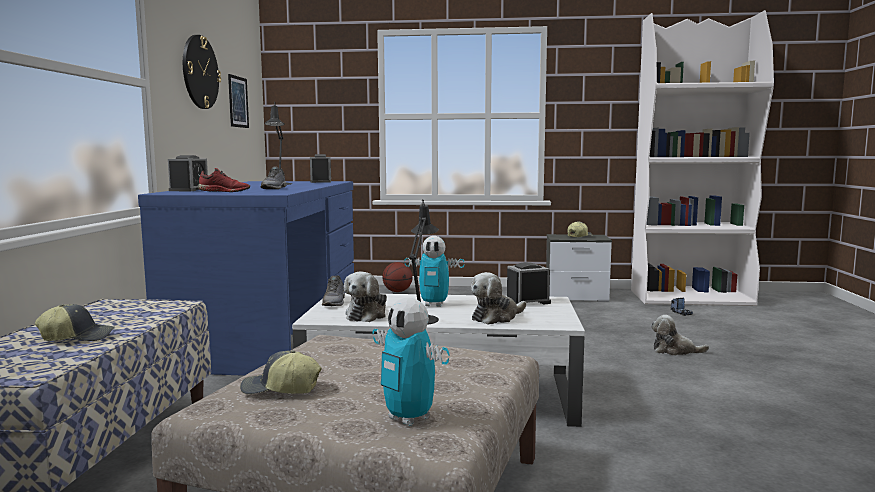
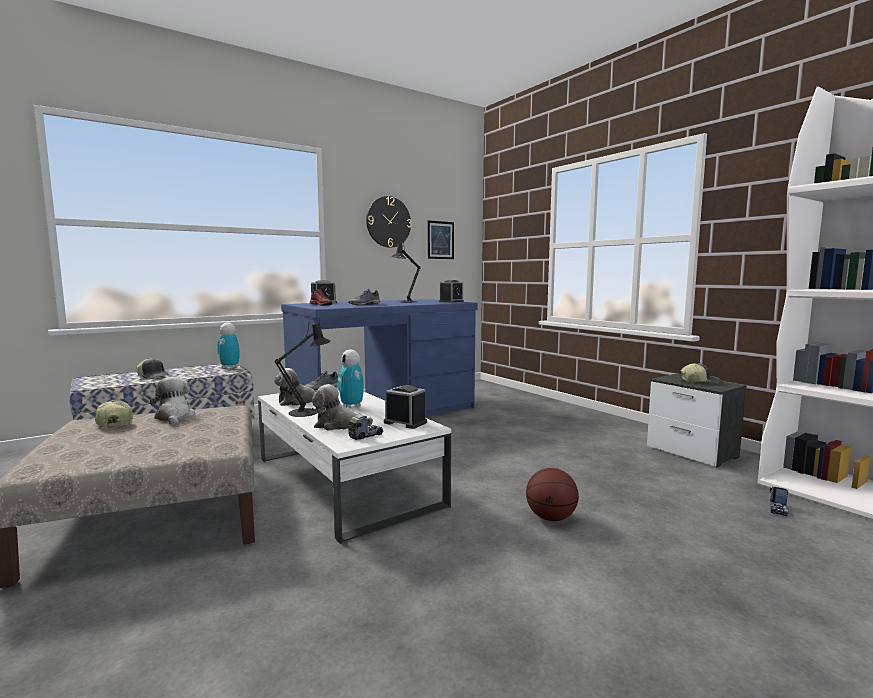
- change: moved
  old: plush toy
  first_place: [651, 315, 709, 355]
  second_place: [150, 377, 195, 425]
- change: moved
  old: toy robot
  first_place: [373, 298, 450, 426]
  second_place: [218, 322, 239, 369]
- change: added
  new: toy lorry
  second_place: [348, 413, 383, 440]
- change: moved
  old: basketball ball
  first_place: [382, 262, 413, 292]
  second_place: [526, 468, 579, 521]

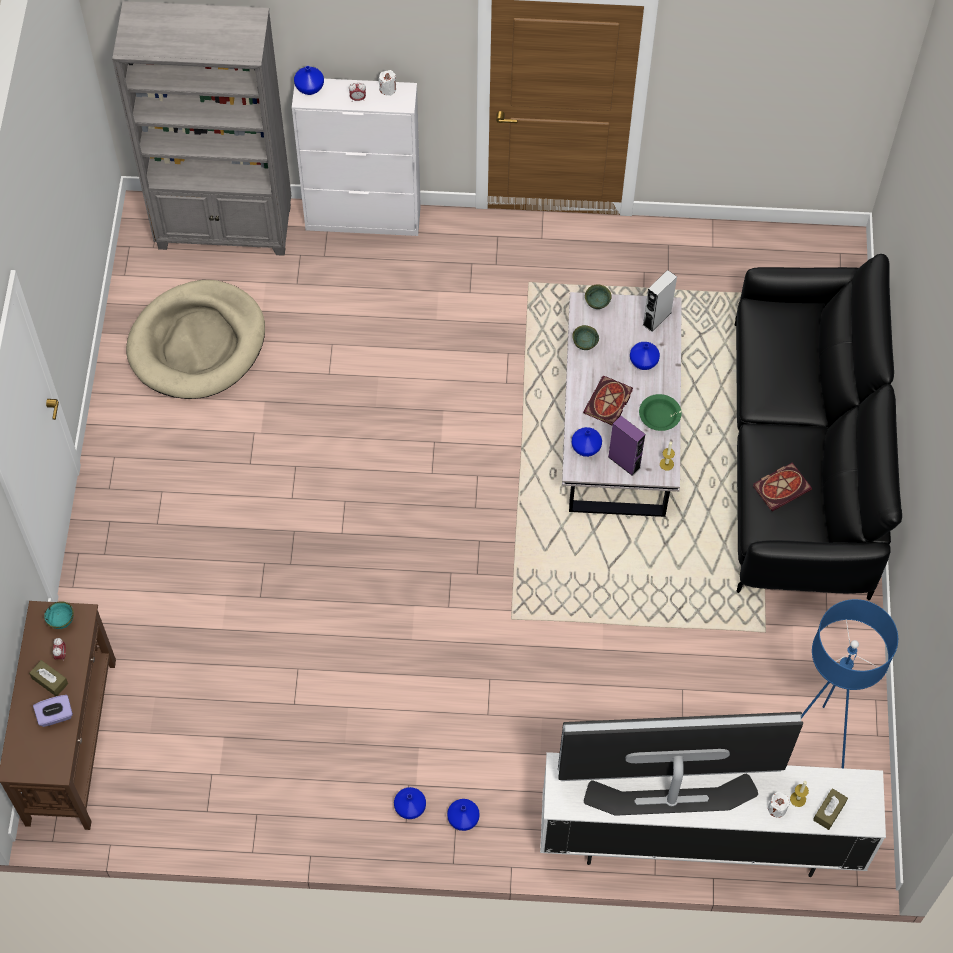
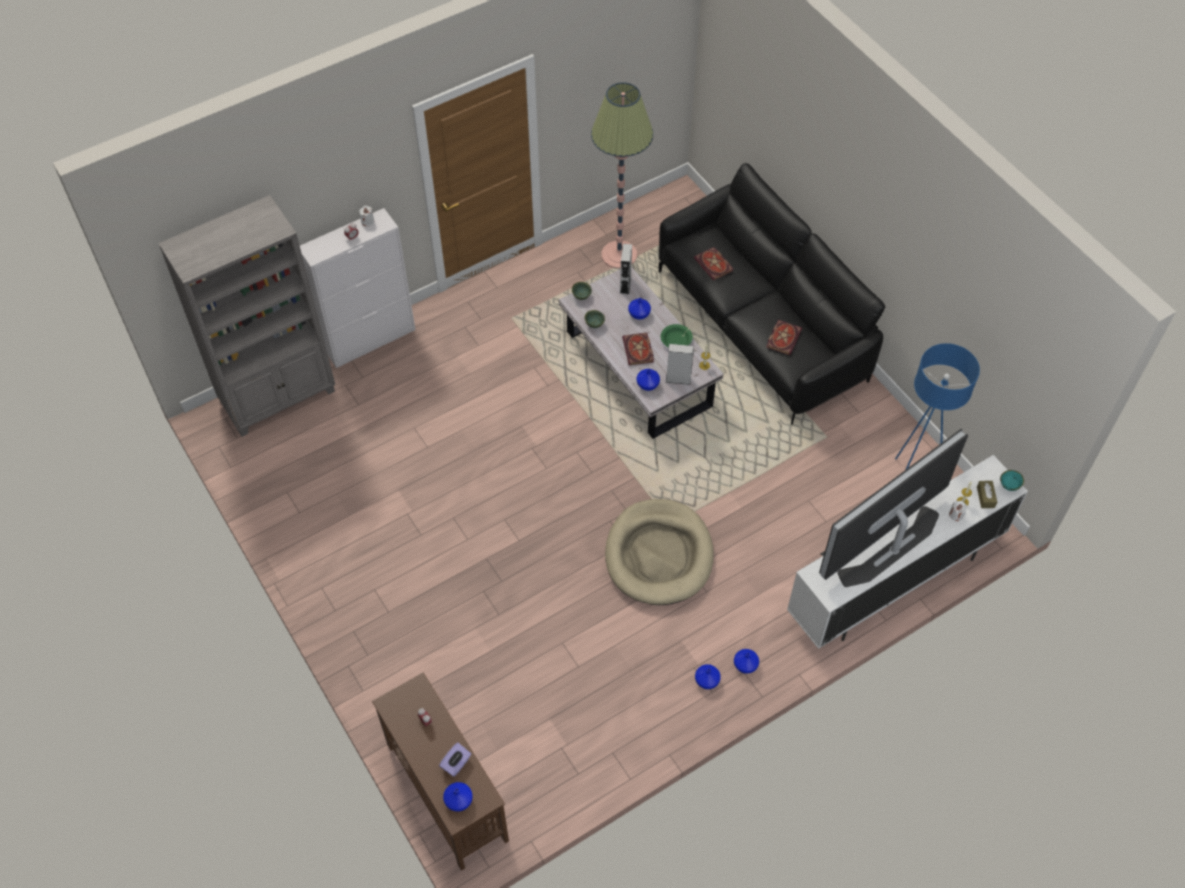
- change: moved
  old: bluish decorative vase
  first_place: [294, 66, 324, 95]
  second_place: [443, 782, 473, 812]
- change: added
  new: standing lamp
  second_place: [591, 82, 653, 268]
- change: moved
  old: beige-coloured dog cushion
  first_place: [126, 280, 265, 399]
  second_place: [605, 499, 714, 605]
- change: recoloured
  old: purplish loudspeaker
  new: grey loudspeaker
  first_place: [608, 416, 645, 476]
  second_place: [666, 344, 694, 385]
- change: added
  new: bound book
  second_place: [694, 247, 733, 280]
- change: moved
  old: turquoise serving bowl
  first_place: [44, 602, 74, 629]
  second_place: [1000, 470, 1024, 491]
- change: removed
  old: brown tissue box
  first_place: [29, 660, 68, 696]

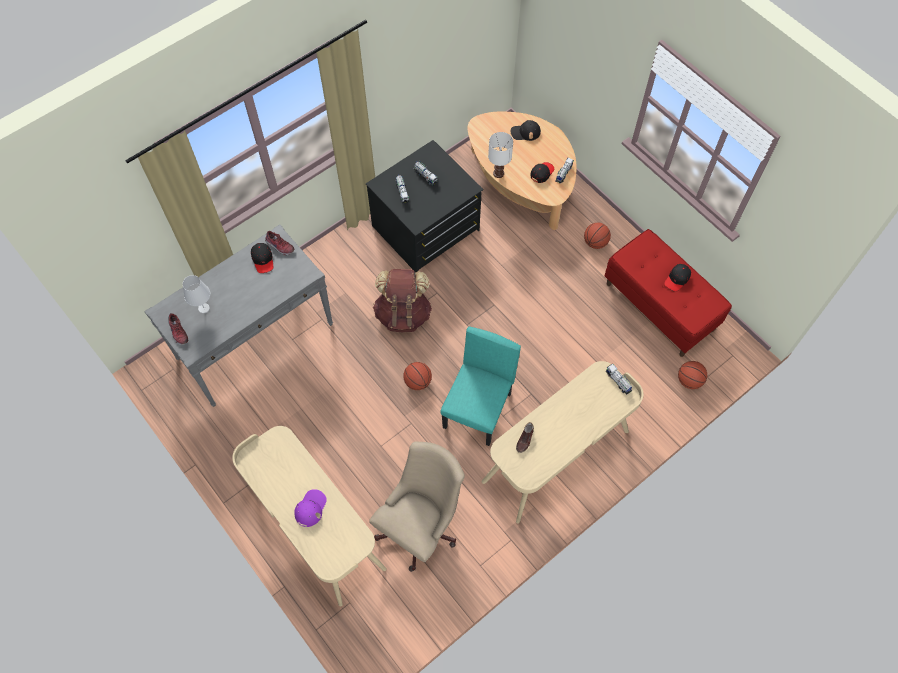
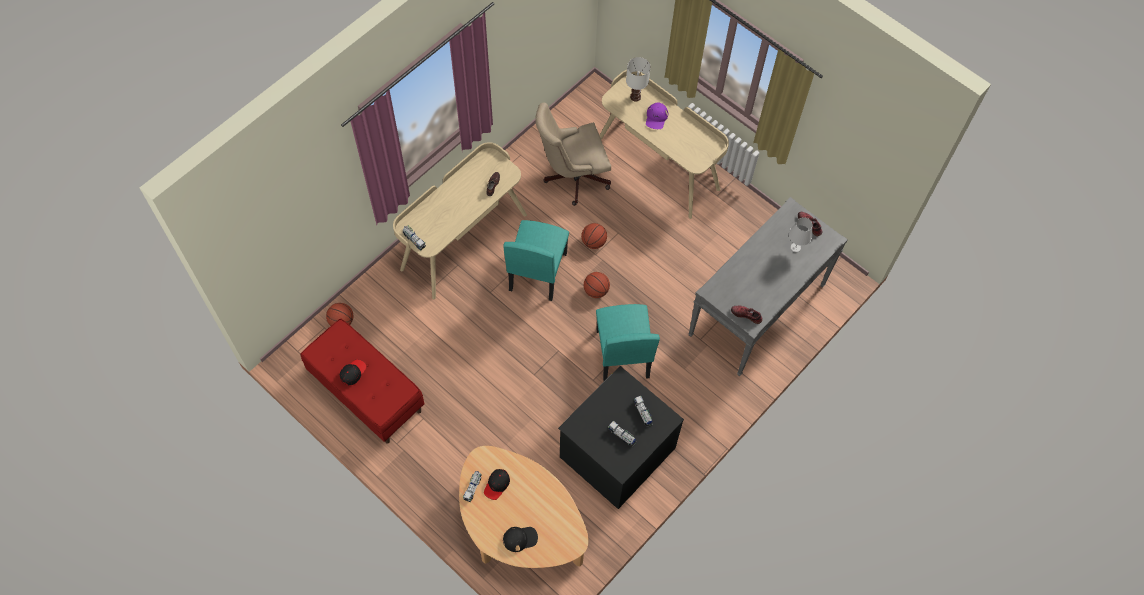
- change: turned
  old: beige-coloured desk chair
  first_place: [369, 441, 465, 572]
  second_place: [536, 103, 611, 206]
  degrees: 45
- change: moved
  old: basketball ball
  first_place: [584, 222, 611, 249]
  second_place: [581, 223, 607, 249]
- change: replaced
  old: brown knapsack
  new: turquoise upright chair
  first_place: [373, 269, 432, 332]
  second_place: [596, 304, 660, 381]
- change: moved
  old: white table lamp
  first_place: [488, 132, 513, 178]
  second_place: [626, 57, 651, 101]
- change: removed
  old: black-coloured peaked cap
  first_place: [251, 243, 273, 273]

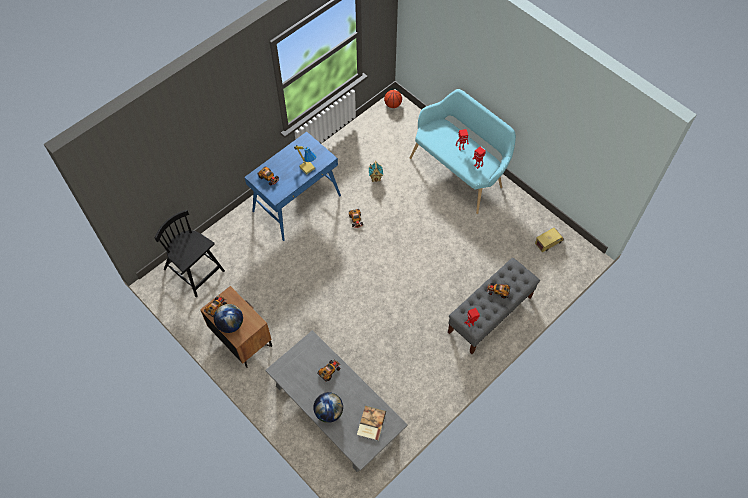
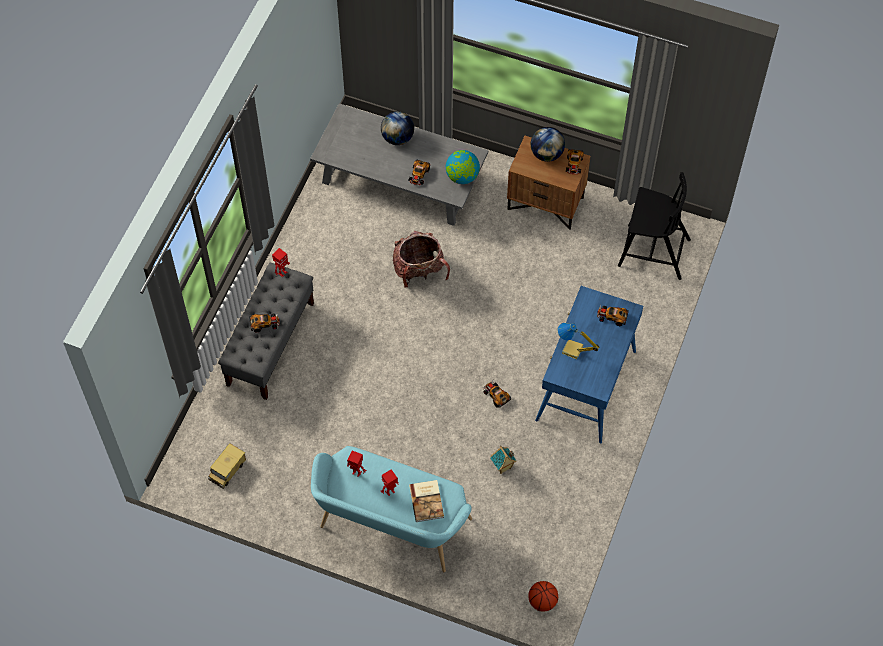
- change: added
  new: knapsack
  second_place: [393, 231, 450, 288]
- change: moved
  old: bound book
  first_place: [357, 406, 386, 441]
  second_place: [409, 480, 444, 522]
- change: added
  new: desk globe
  second_place: [446, 150, 480, 184]

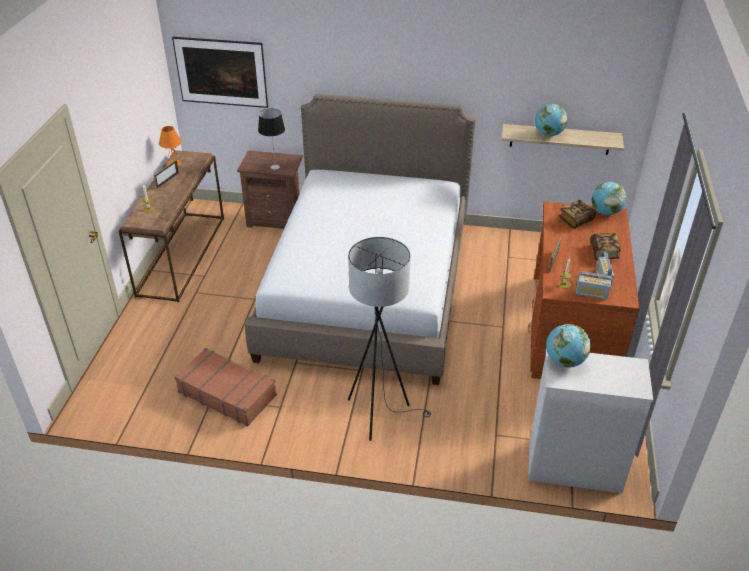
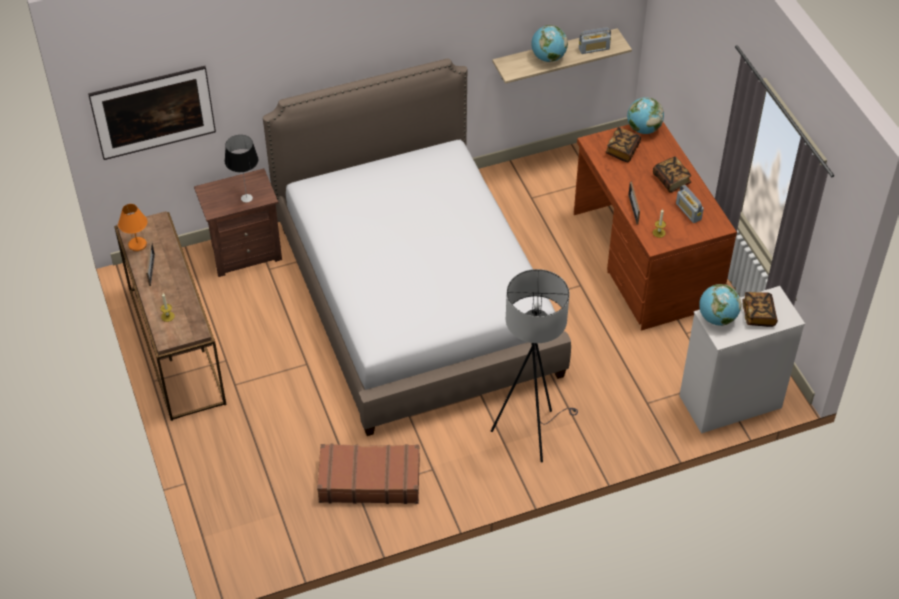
- change: moved
  old: radio
  first_place: [576, 271, 612, 300]
  second_place: [579, 27, 611, 54]
- change: added
  new: bound book
  second_place: [742, 292, 778, 327]

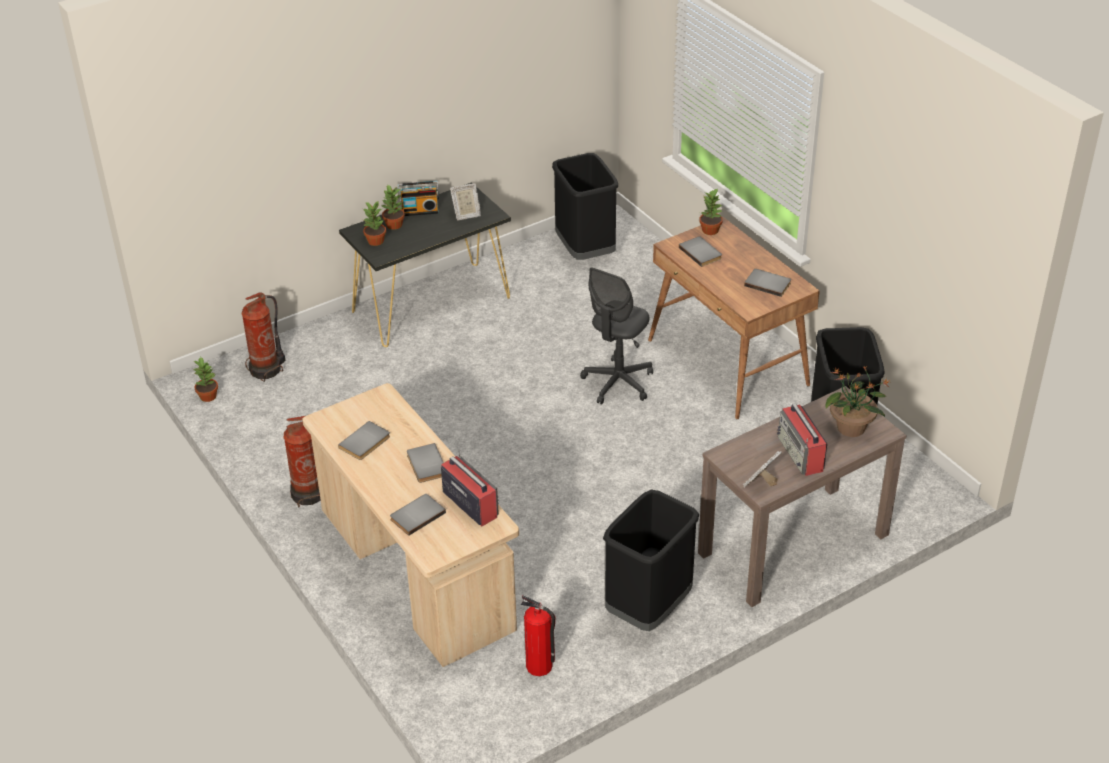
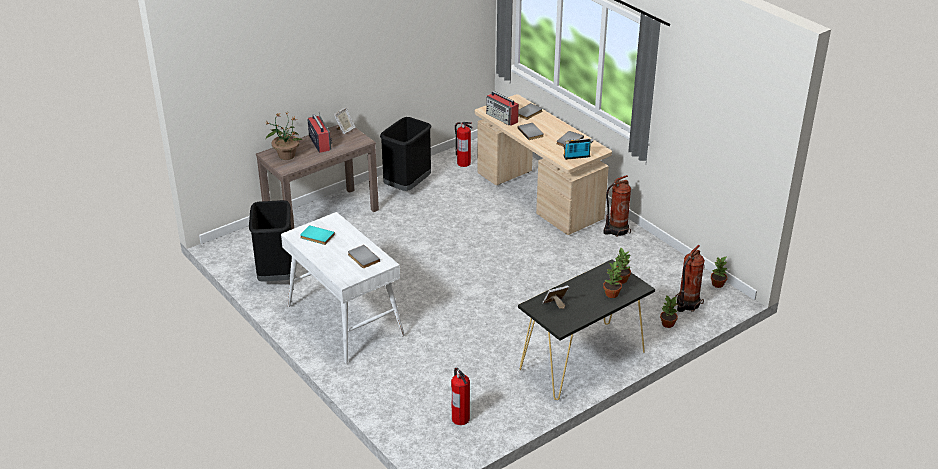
- change: recoloured
  old: brown desk unit
  new: white desk unit
  first_place: [648, 217, 820, 419]
  second_place: [281, 212, 405, 363]
- change: recoloured
  old: grey bound book
  new: turquoise bound book
  first_place: [744, 269, 791, 297]
  second_place: [300, 225, 335, 245]
- change: replaced
  old: black-coloured waste bin
  new: fire-fighting cylinder
  first_place: [552, 153, 618, 260]
  second_place: [451, 368, 470, 425]
- change: moved
  old: radio
  first_place: [398, 181, 439, 216]
  second_place: [563, 138, 593, 160]
- change: moved
  old: houseplant
  first_place: [699, 188, 723, 235]
  second_place: [660, 296, 678, 328]
- change: removed
  old: grey desk chair
  first_place: [580, 268, 653, 404]

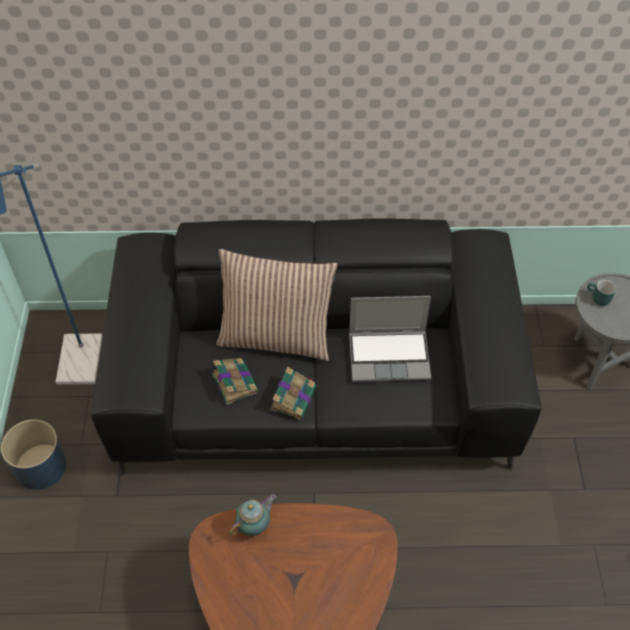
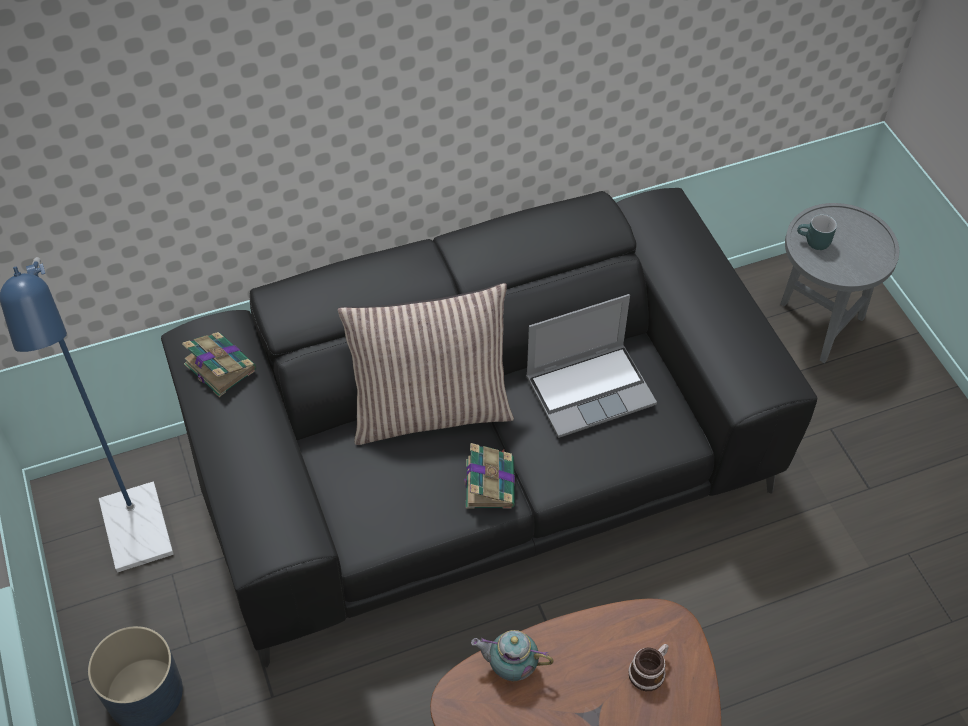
- change: moved
  old: bound book
  first_place: [212, 358, 258, 405]
  second_place: [182, 332, 256, 397]
- change: turned
  old: teapot
  first_place: [229, 494, 276, 536]
  second_place: [471, 630, 554, 681]
  degrees: -105
- change: added
  new: coffee mug
  second_place: [628, 644, 668, 691]

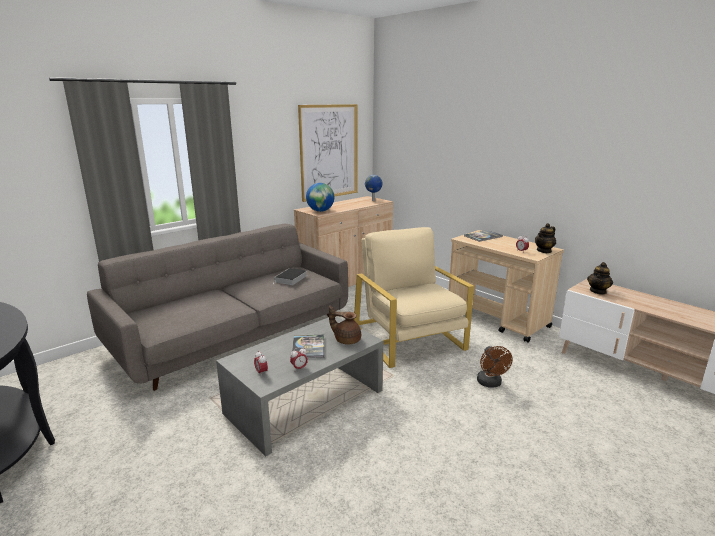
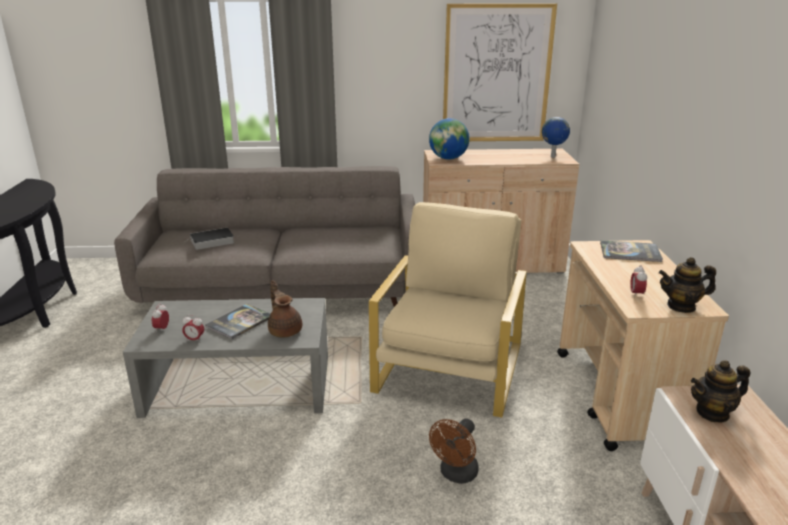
- change: moved
  old: bound book
  first_place: [274, 268, 307, 285]
  second_place: [186, 227, 235, 250]

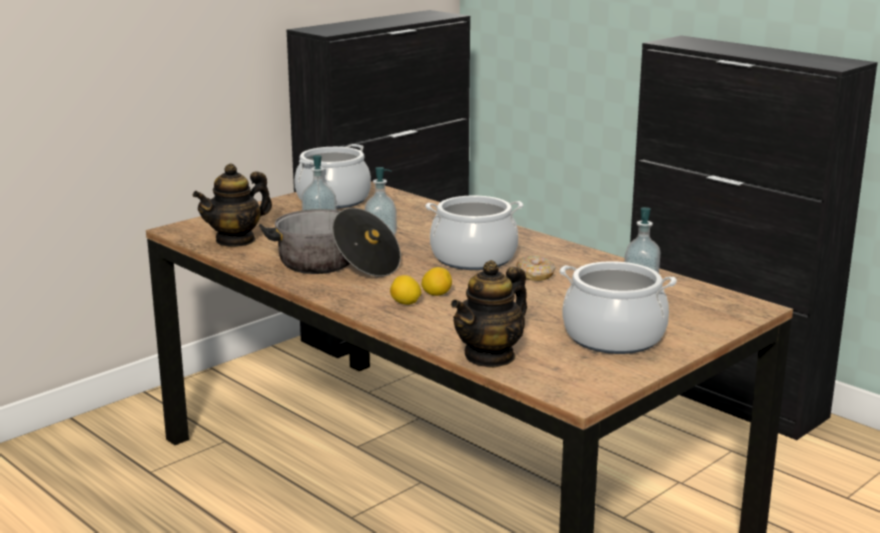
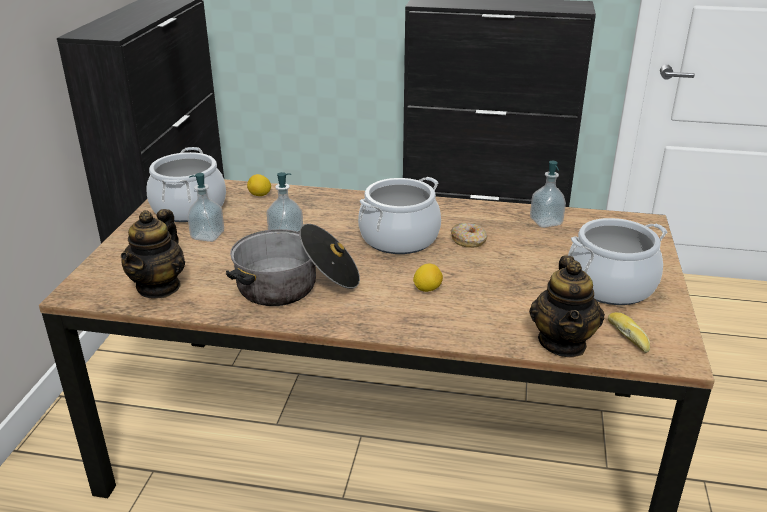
- change: moved
  old: citrus fruit
  first_place: [390, 275, 422, 305]
  second_place: [247, 174, 271, 196]
- change: added
  new: bread
  second_place: [608, 312, 650, 353]

